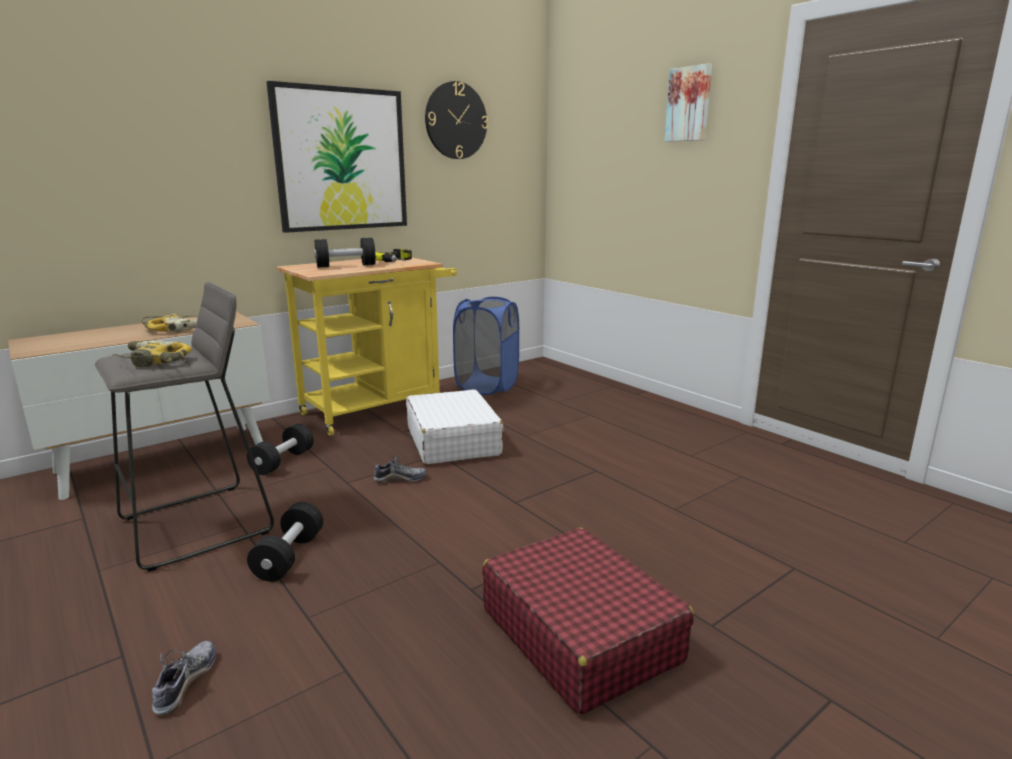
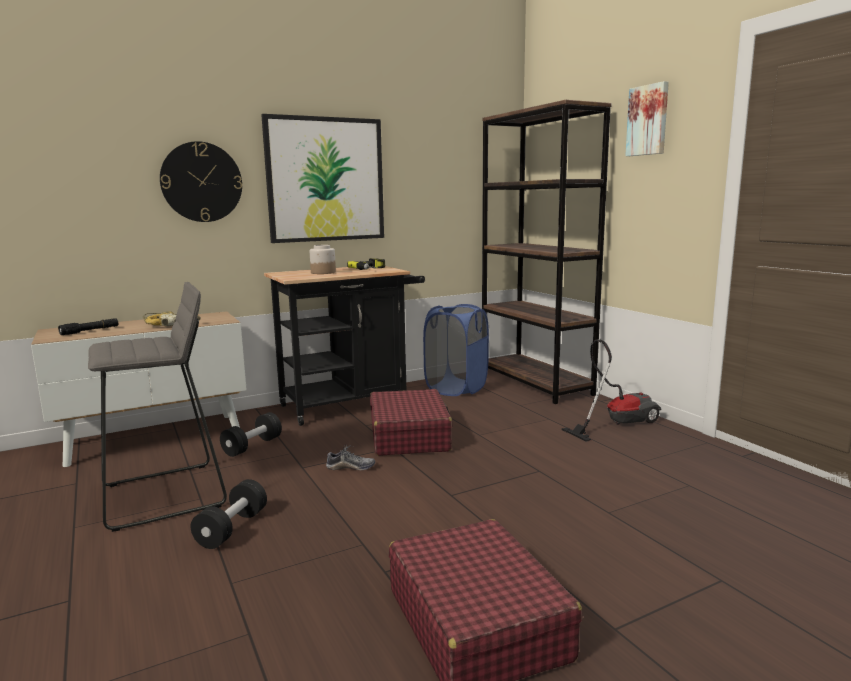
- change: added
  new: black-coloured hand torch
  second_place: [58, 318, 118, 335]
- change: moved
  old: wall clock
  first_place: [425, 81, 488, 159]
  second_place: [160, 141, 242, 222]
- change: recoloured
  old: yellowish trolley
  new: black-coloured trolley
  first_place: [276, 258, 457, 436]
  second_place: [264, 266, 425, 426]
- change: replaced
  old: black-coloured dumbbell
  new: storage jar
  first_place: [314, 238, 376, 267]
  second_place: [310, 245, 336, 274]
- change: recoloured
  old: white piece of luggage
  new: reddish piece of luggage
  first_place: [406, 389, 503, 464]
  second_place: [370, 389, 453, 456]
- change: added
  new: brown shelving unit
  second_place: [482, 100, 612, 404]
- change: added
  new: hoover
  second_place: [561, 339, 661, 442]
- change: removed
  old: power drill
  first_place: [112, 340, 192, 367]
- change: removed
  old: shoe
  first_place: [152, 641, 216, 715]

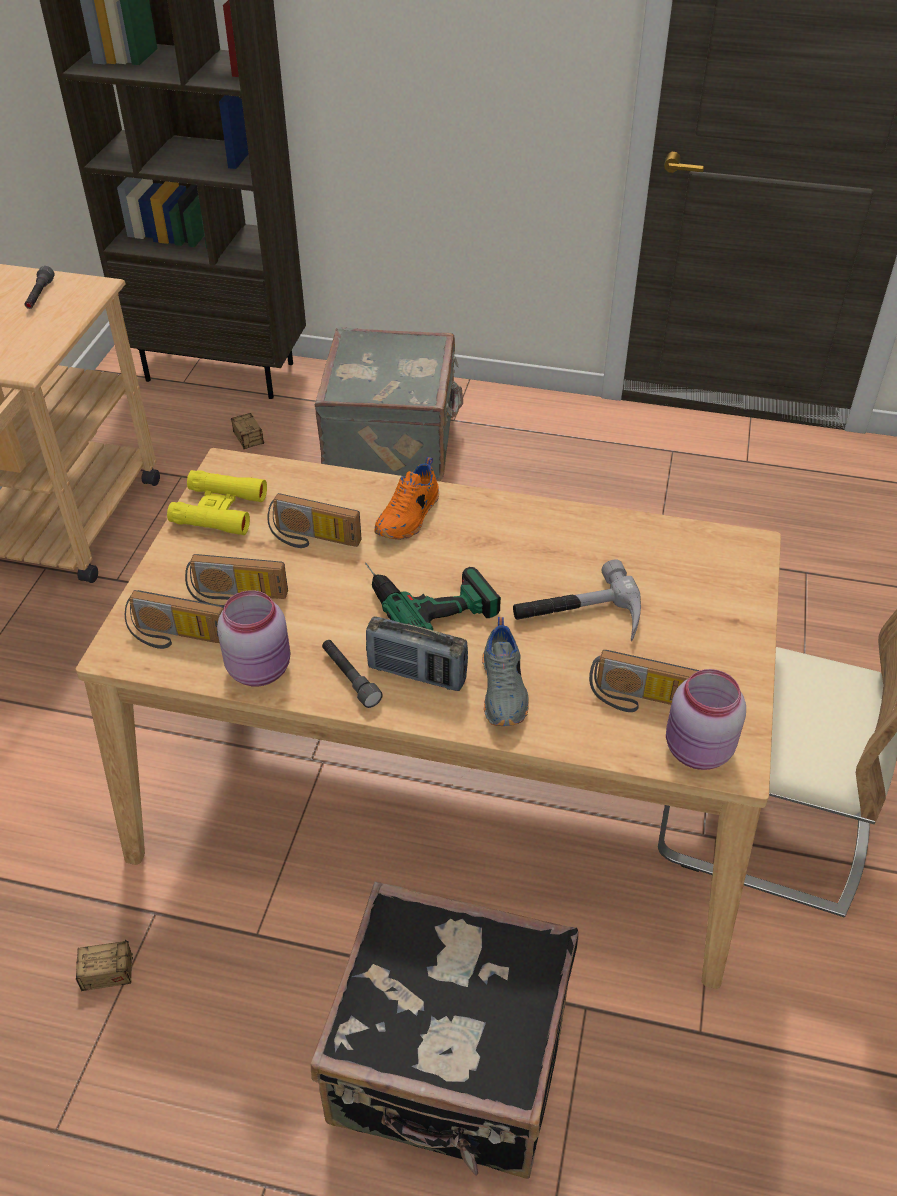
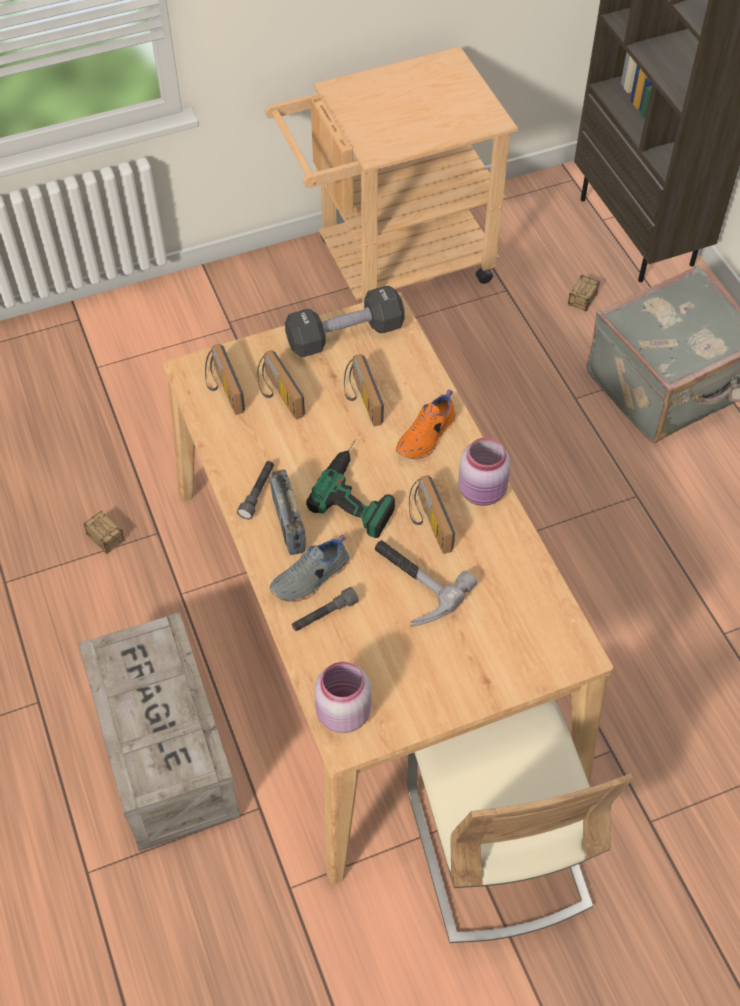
- change: replaced
  old: black-coloured piece of luggage
  new: packing crate
  first_place: [311, 882, 578, 1179]
  second_place: [78, 612, 241, 851]
- change: replaced
  old: yellowish field glasses
  new: black-coloured dumbbell
  first_place: [167, 470, 267, 535]
  second_place: [285, 286, 405, 357]
- change: moved
  old: grey hand torch
  first_place: [25, 266, 55, 309]
  second_place: [292, 587, 359, 631]
- change: turned
  old: orange shoe
  first_place: [374, 457, 439, 540]
  second_place: [396, 389, 455, 459]
  degrees: -45
- change: moved
  old: radio
  first_place: [589, 650, 700, 712]
  second_place: [409, 475, 455, 554]
- change: moved
  old: pinkish storage jar
  first_place: [217, 590, 290, 686]
  second_place: [458, 437, 511, 506]

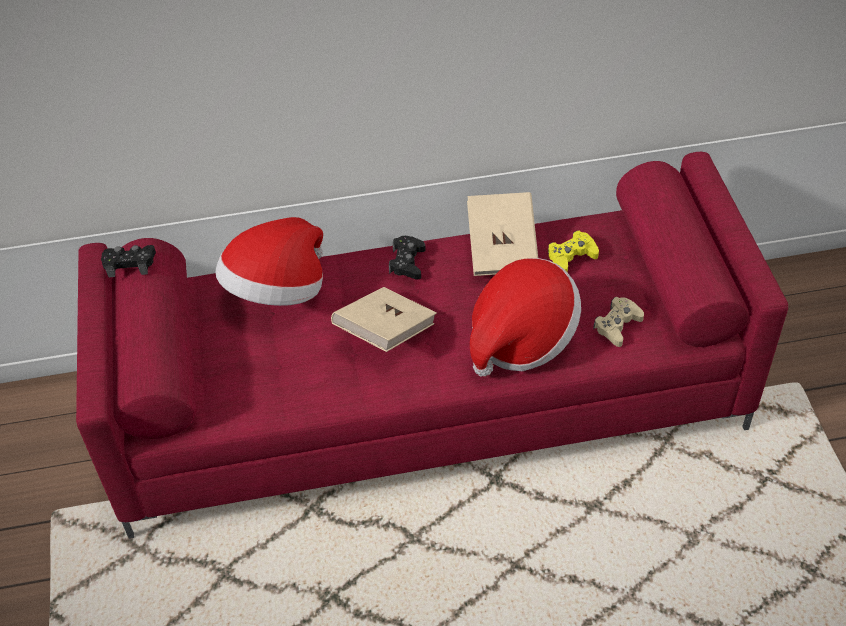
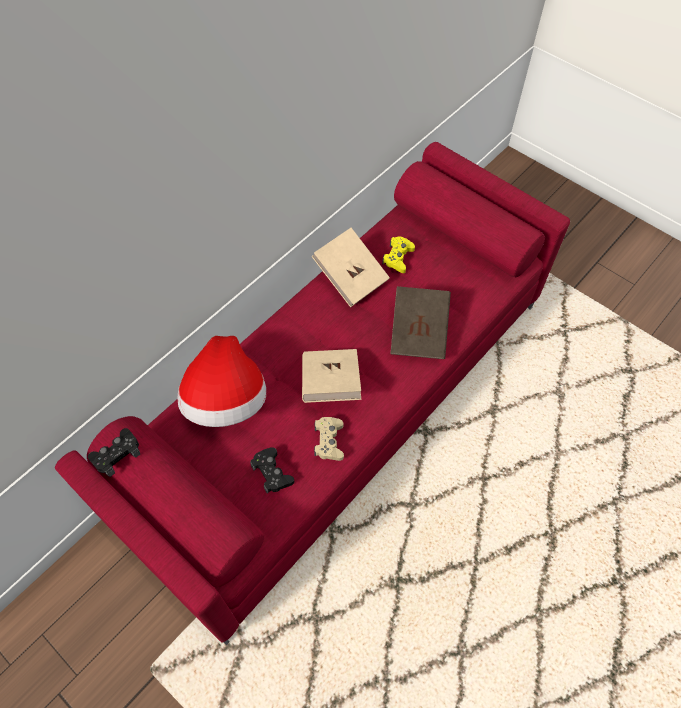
- change: moved
  old: black-coloured game controller
  first_place: [389, 236, 426, 280]
  second_place: [250, 447, 294, 493]
- change: moved
  old: beige-coloured game controller
  first_place: [593, 297, 644, 347]
  second_place: [314, 417, 344, 461]
- change: replaced
  old: clothing hat
  new: brown bound book
  first_place: [470, 258, 581, 377]
  second_place: [390, 286, 451, 359]

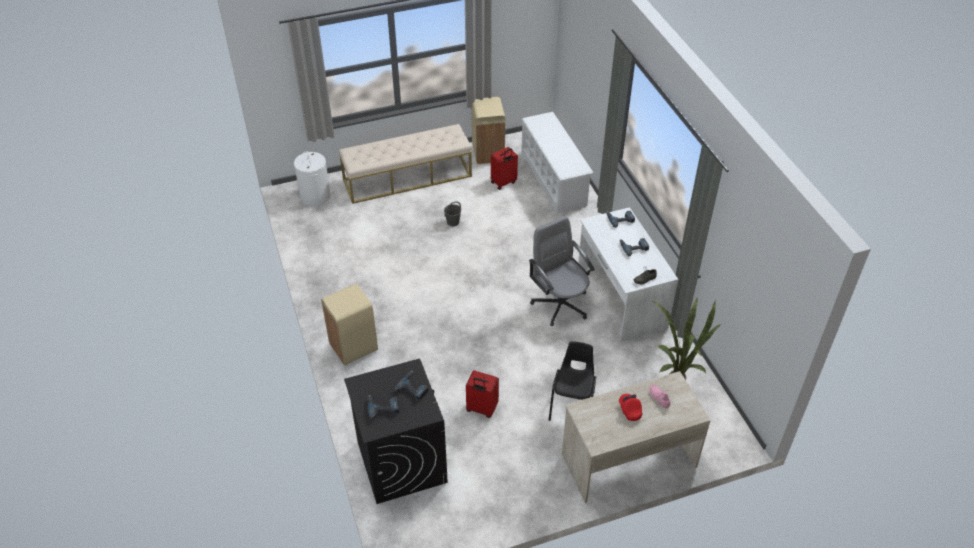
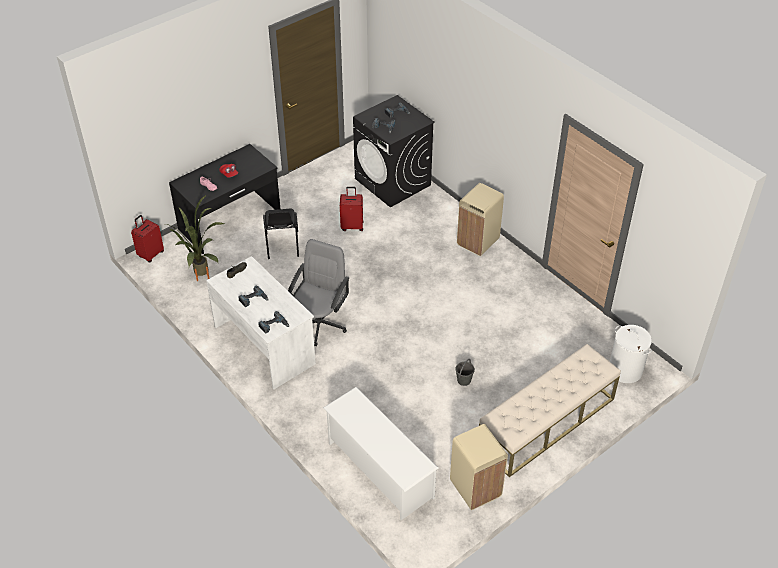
- change: moved
  old: reddish piece of luggage
  first_place: [491, 147, 518, 190]
  second_place: [131, 215, 164, 262]
- change: recoloured
  old: beige-coloured desk unit
  new: black-coloured desk unit
  first_place: [562, 371, 711, 503]
  second_place: [169, 144, 280, 254]
- change: turned
  old: grey desk chair
  first_place: [529, 216, 595, 326]
  second_place: [288, 239, 349, 346]
  degrees: -105

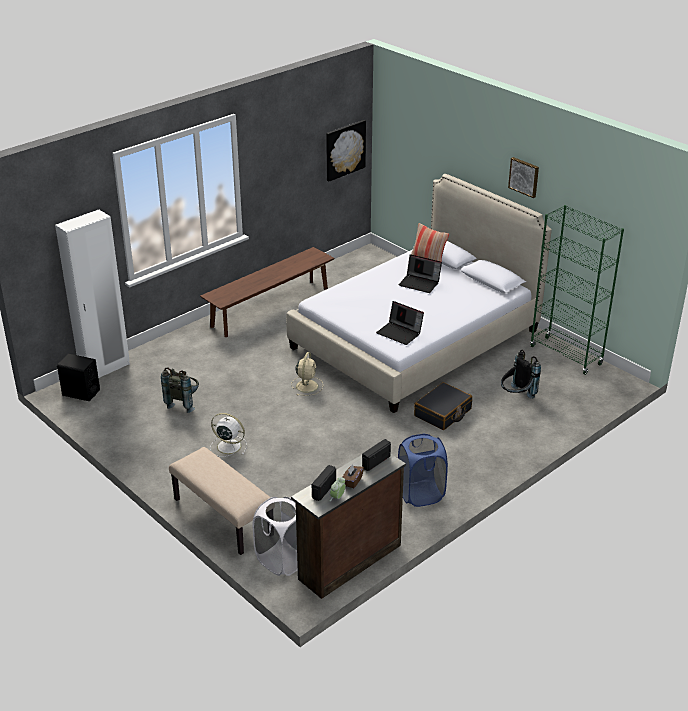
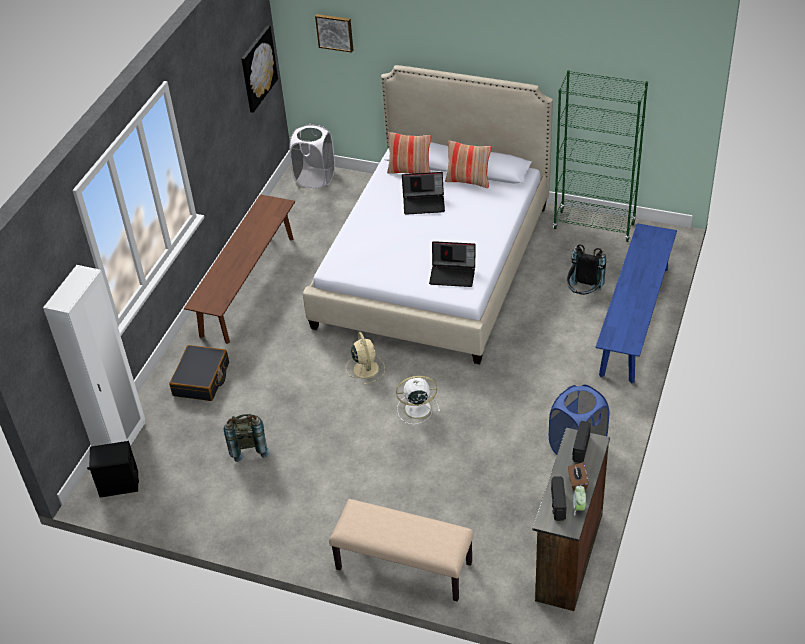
- change: moved
  old: black-coloured piece of luggage
  first_place: [414, 382, 472, 430]
  second_place: [169, 345, 229, 401]
- change: moved
  old: white laundry basket
  first_place: [253, 497, 298, 576]
  second_place: [289, 124, 335, 188]
- change: moved
  old: picture
  first_place: [508, 157, 539, 198]
  second_place: [315, 14, 353, 52]
- change: moved
  old: white fan
  first_place: [210, 413, 247, 457]
  second_place: [396, 376, 440, 424]
- change: added
  new: cushion
  second_place: [445, 141, 492, 188]
- change: added
  new: bluish indoor bench
  second_place: [596, 223, 677, 384]

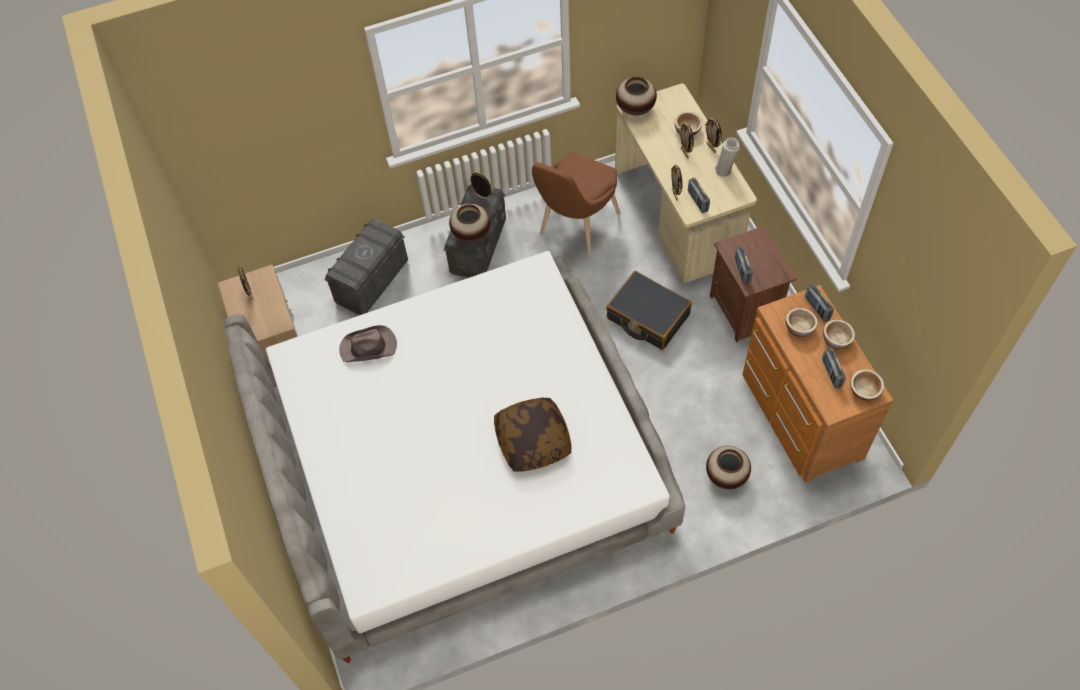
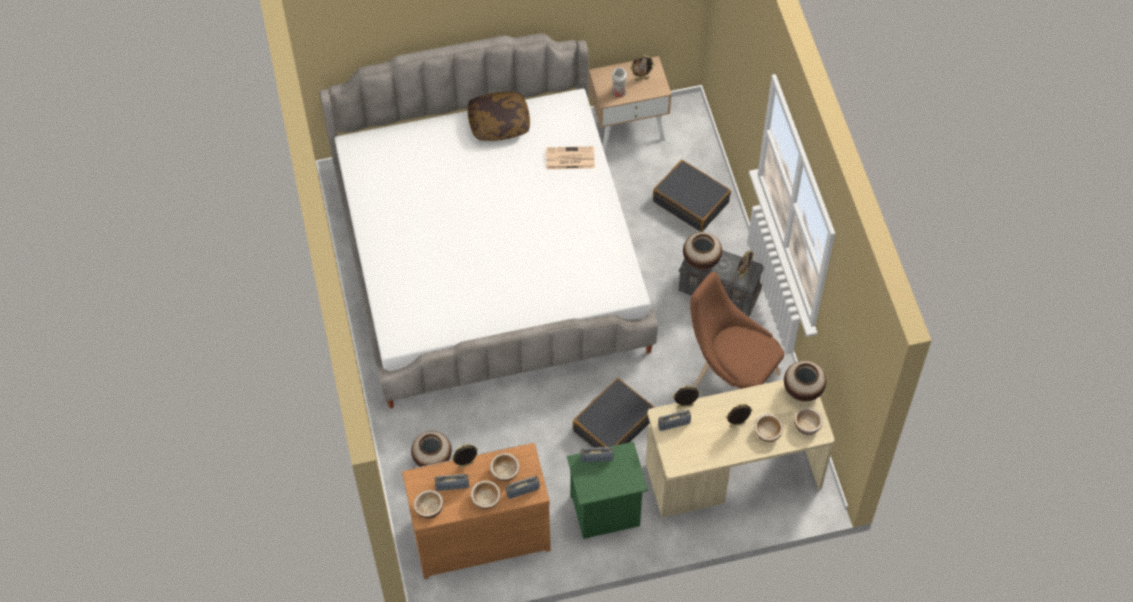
- change: moved
  old: standing frame
  first_place: [705, 118, 722, 153]
  second_place: [451, 444, 478, 468]
- change: moved
  old: cushion
  first_place: [494, 398, 572, 472]
  second_place: [468, 92, 530, 141]
- change: replaced
  old: brown clothing hat
  new: newspaper
  first_place: [339, 325, 397, 362]
  second_place: [546, 146, 595, 169]
- change: recoloured
  old: brown bedside table
  new: green bedside table
  first_place: [710, 226, 797, 342]
  second_place: [567, 442, 648, 539]
- change: moved
  old: white decorative vase
  first_place: [714, 138, 740, 177]
  second_place: [612, 67, 627, 98]
- change: replaced
  old: grey storage container
  new: black-coloured piece of luggage
  first_place: [325, 218, 408, 315]
  second_place: [653, 160, 731, 232]
- change: added
  new: serving bowl
  second_place: [794, 408, 823, 435]

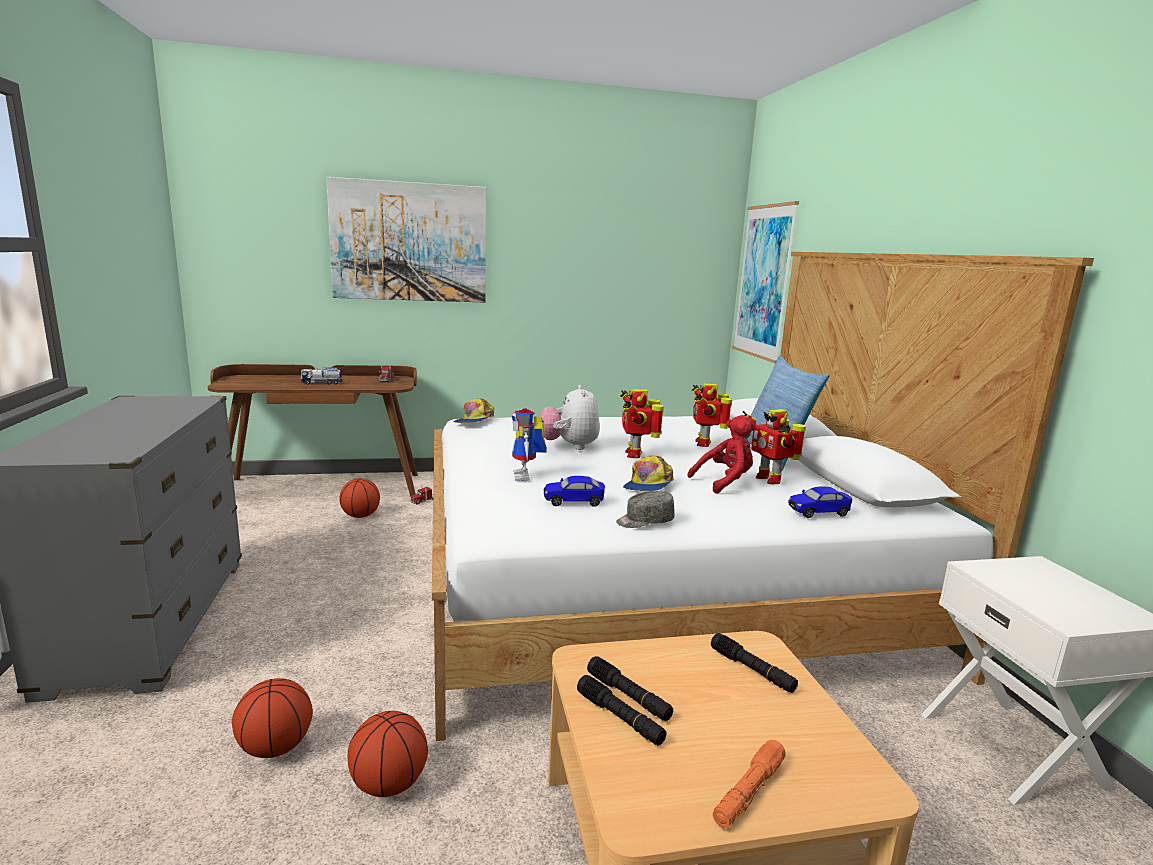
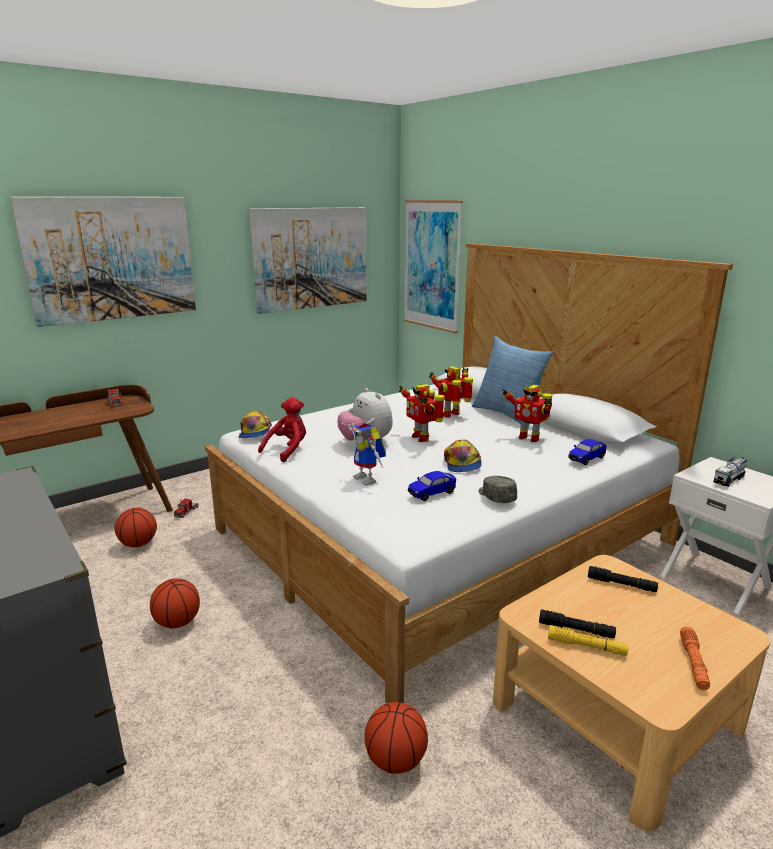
- change: moved
  old: basketball ball
  first_place: [232, 678, 313, 758]
  second_place: [150, 578, 200, 628]
- change: added
  new: picture
  second_place: [249, 207, 367, 314]
- change: moved
  old: reddish plush toy
  first_place: [687, 415, 756, 494]
  second_place: [258, 397, 306, 462]
- change: turned
  old: toy robot
  first_place: [692, 384, 732, 447]
  second_place: [429, 366, 473, 417]
  degrees: 75
- change: turned
  old: grey peaked cap
  first_place: [616, 490, 675, 528]
  second_place: [479, 476, 517, 503]
  degrees: 105
- change: recoloured
  old: black-coloured hand torch
  new: yellowish hand torch
  first_place: [577, 675, 667, 745]
  second_place: [548, 625, 628, 656]
- change: moved
  old: toy lorry
  first_place: [300, 368, 343, 385]
  second_place: [713, 457, 747, 487]

